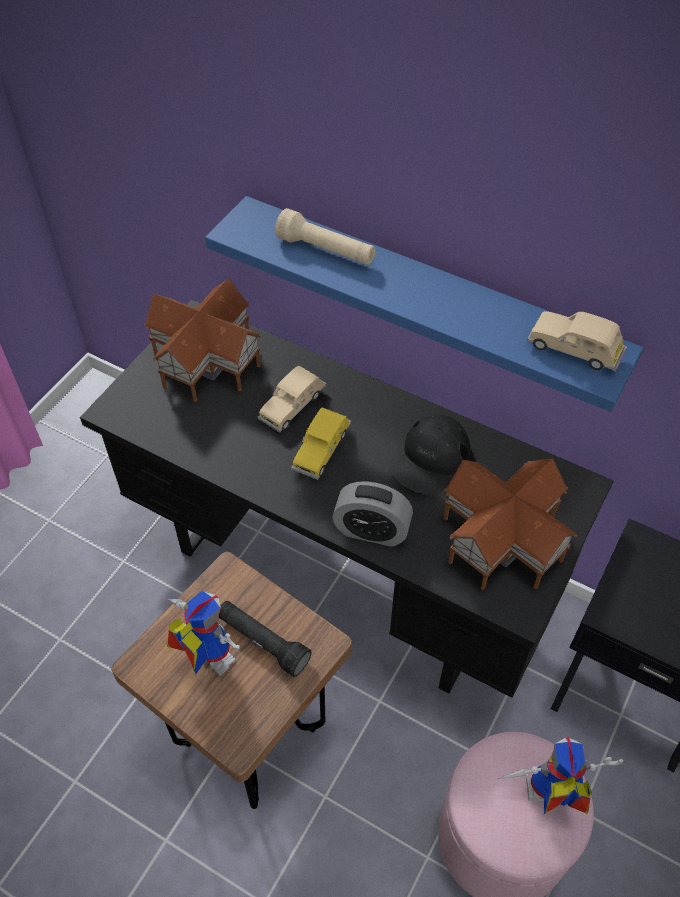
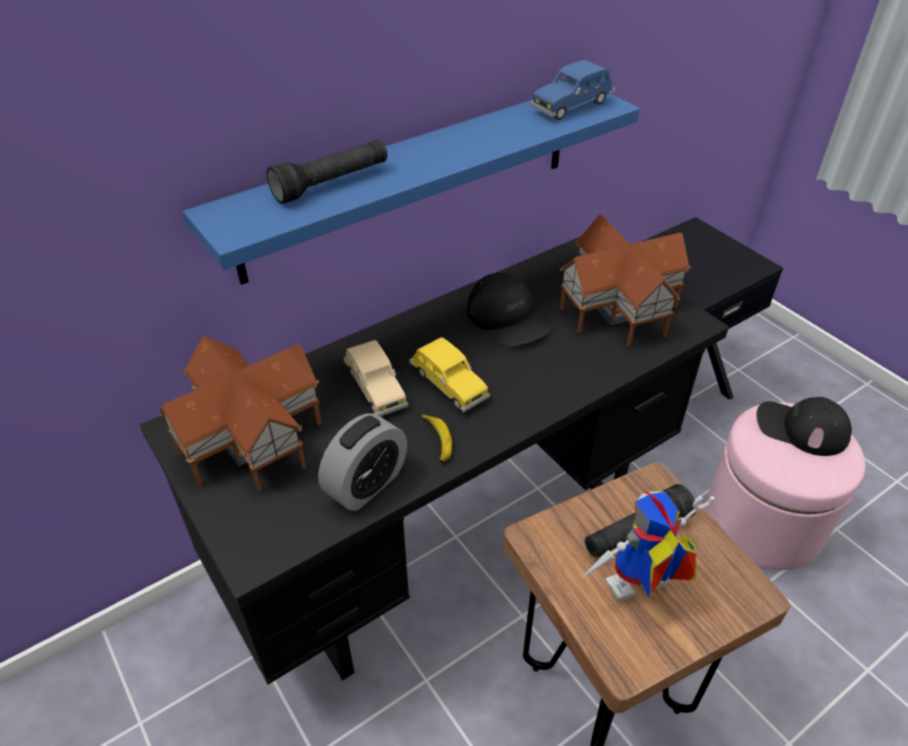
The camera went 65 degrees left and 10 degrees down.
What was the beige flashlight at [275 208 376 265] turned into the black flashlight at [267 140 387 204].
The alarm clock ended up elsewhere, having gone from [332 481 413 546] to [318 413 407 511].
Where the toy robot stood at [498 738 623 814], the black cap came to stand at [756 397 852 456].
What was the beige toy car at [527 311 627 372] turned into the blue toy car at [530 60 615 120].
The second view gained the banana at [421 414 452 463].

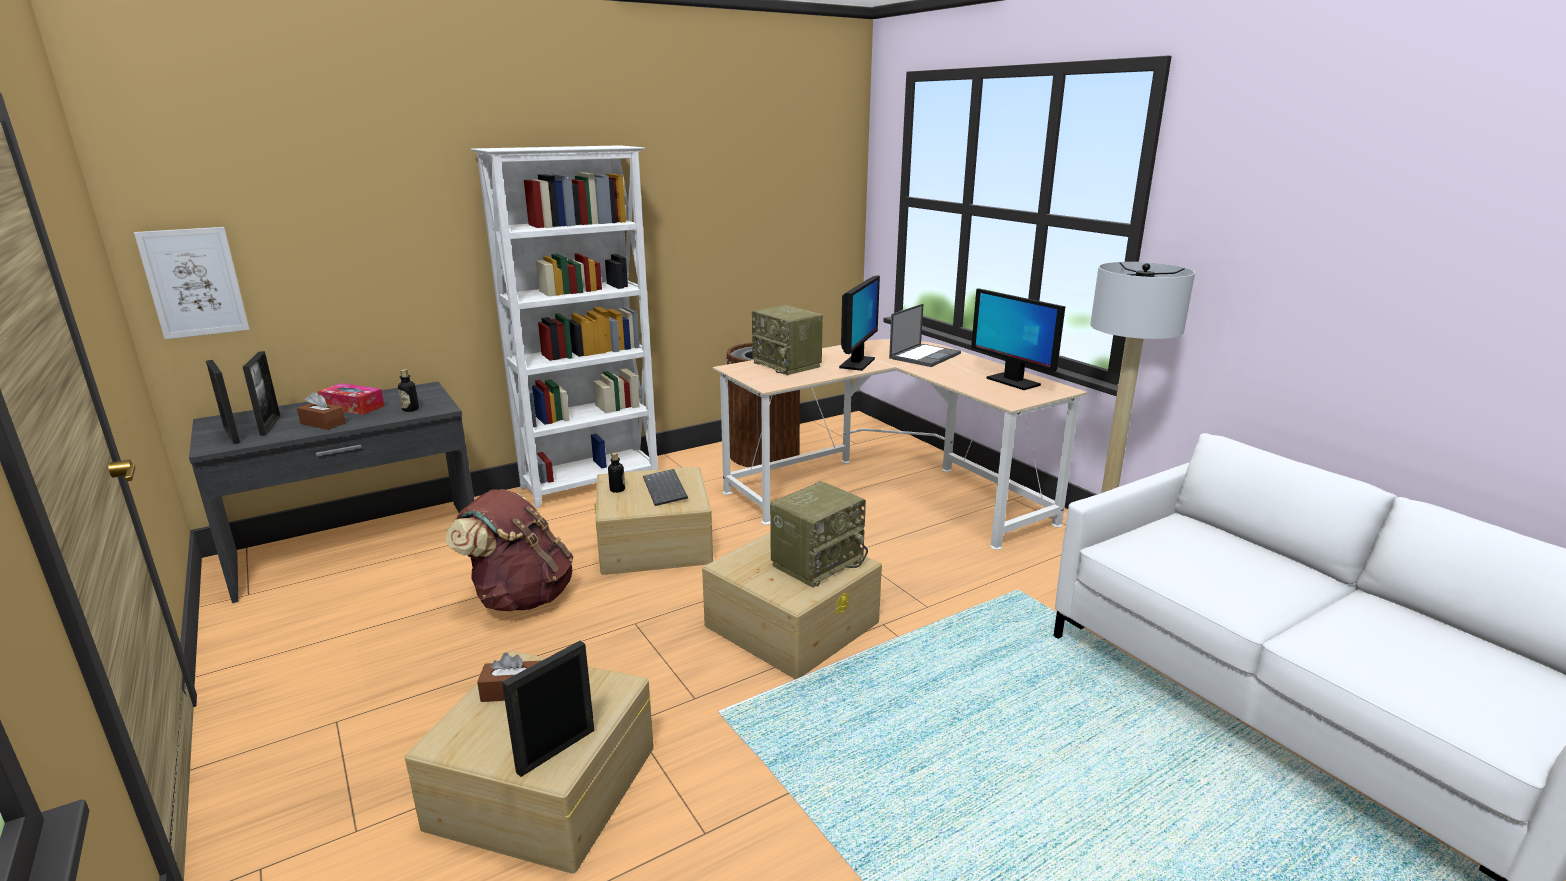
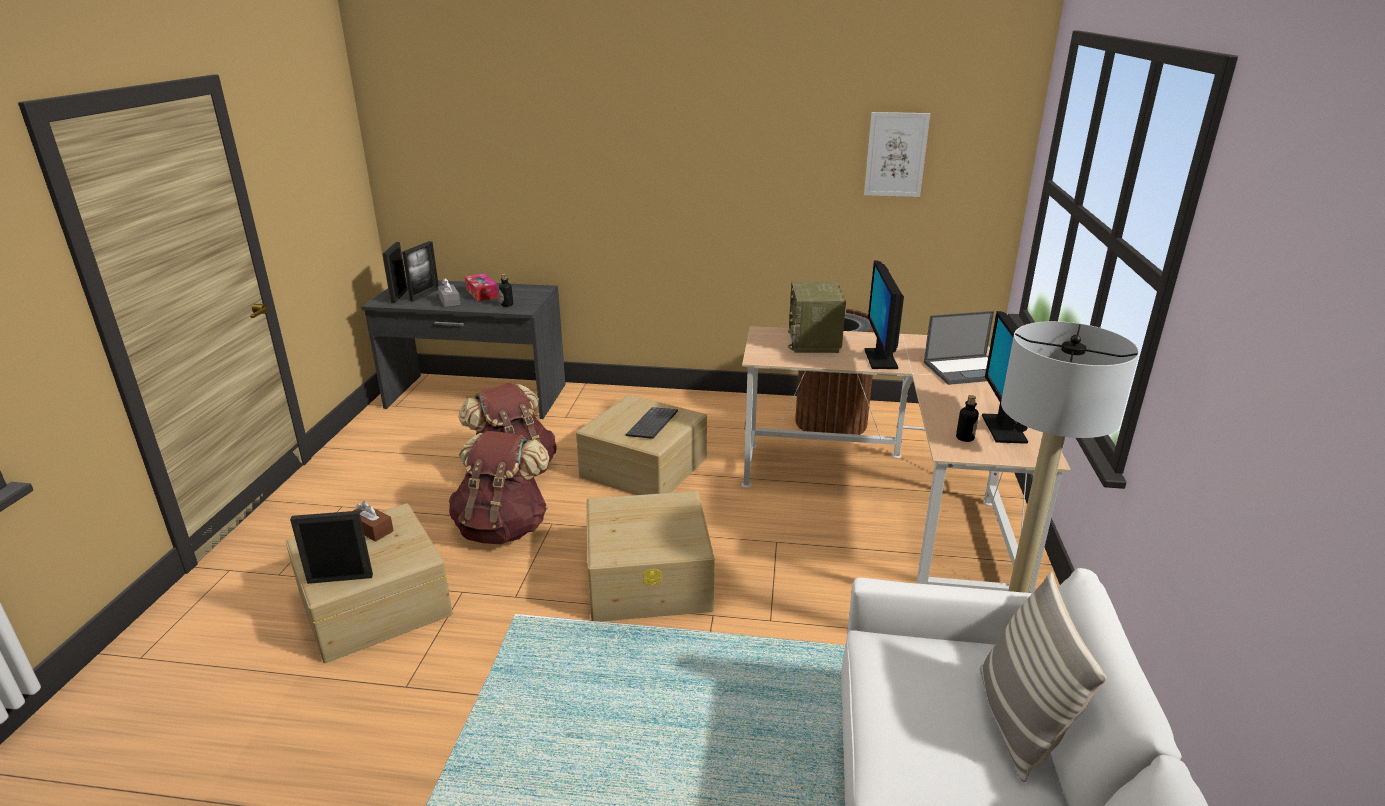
The camera went 40 degrees right and 5 degrees up.
The picture ended up elsewhere, having gone from [134 227 249 339] to [864 112 930 197].
What was the brown tissue box at [297 392 346 430] turned into the grey tissue box at [438 278 460 307].
The second view lost the white bookcase at [471 145 658 508].
The bottle ended up elsewhere, having gone from [608 452 625 493] to [956 395 979 442].
The second view lost the radio at [770 481 868 588].
The monitor at [839 275 880 371] ended up facing another way, 120 degrees clockwise from before.
The second view gained the brown backpack at [448 431 549 544].
The second view gained the pillow at [980 572 1107 782].

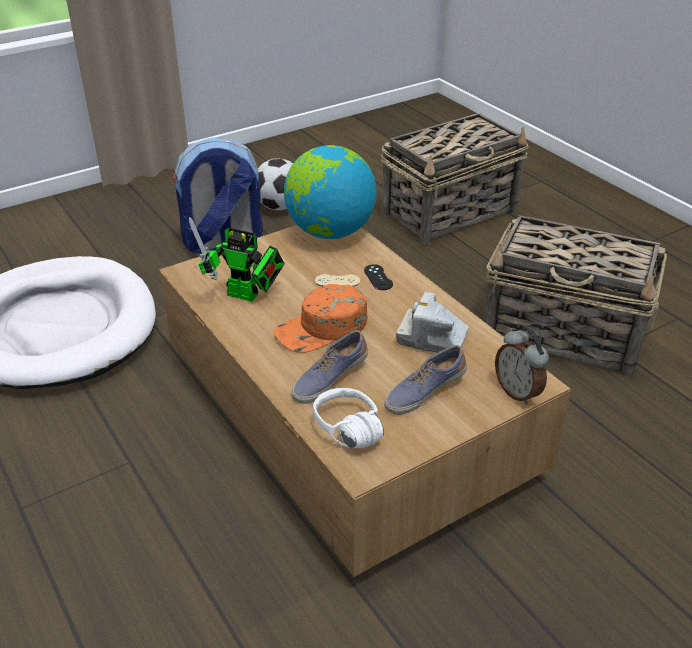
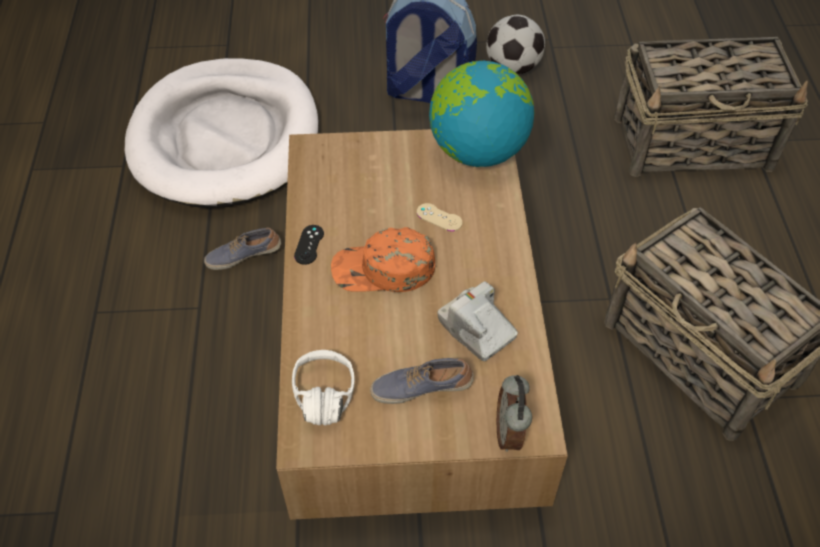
The camera went 30 degrees right and 15 degrees up.
The second view lost the toy robot at [189 217 284 302].
The shoe ended up elsewhere, having gone from [291 330 368 404] to [204 228 281 270].
The black game controller ended up elsewhere, having gone from [364 264 393 290] to [294 225 324 265].

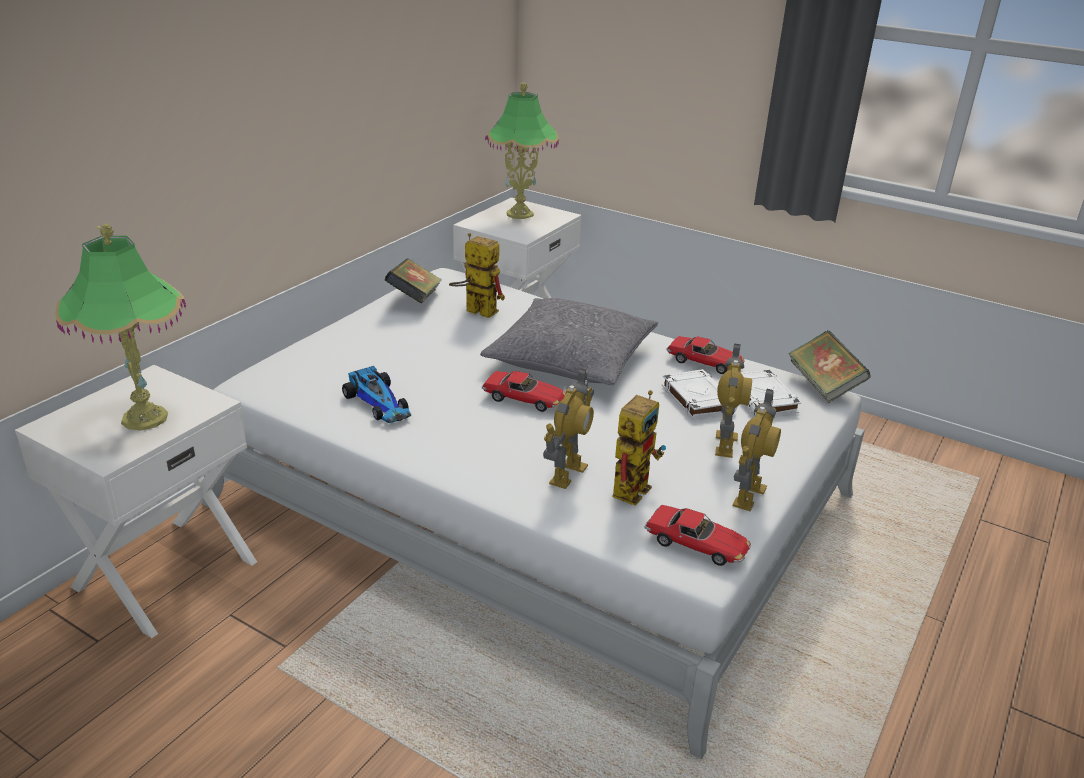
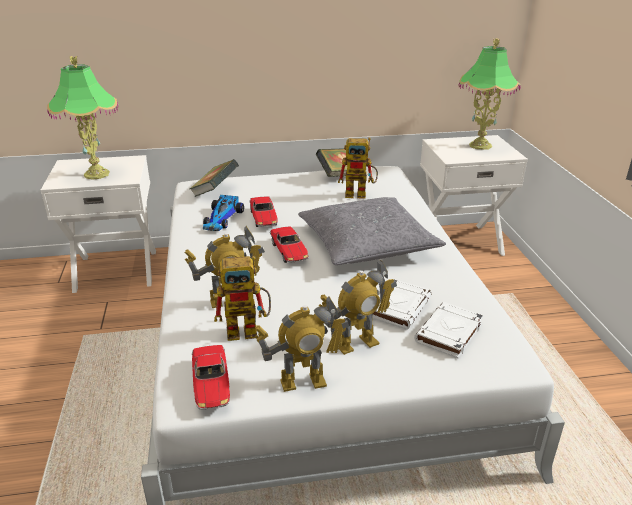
The camera went 50 degrees right and 0 degrees up.
The toy robot at [449 233 505 318] ended up facing another way, 105 degrees clockwise from before.
The toy car ended up elsewhere, having gone from [666 336 745 374] to [250 197 278 227].
The book ended up elsewhere, having gone from [788 331 871 403] to [190 159 239 197].

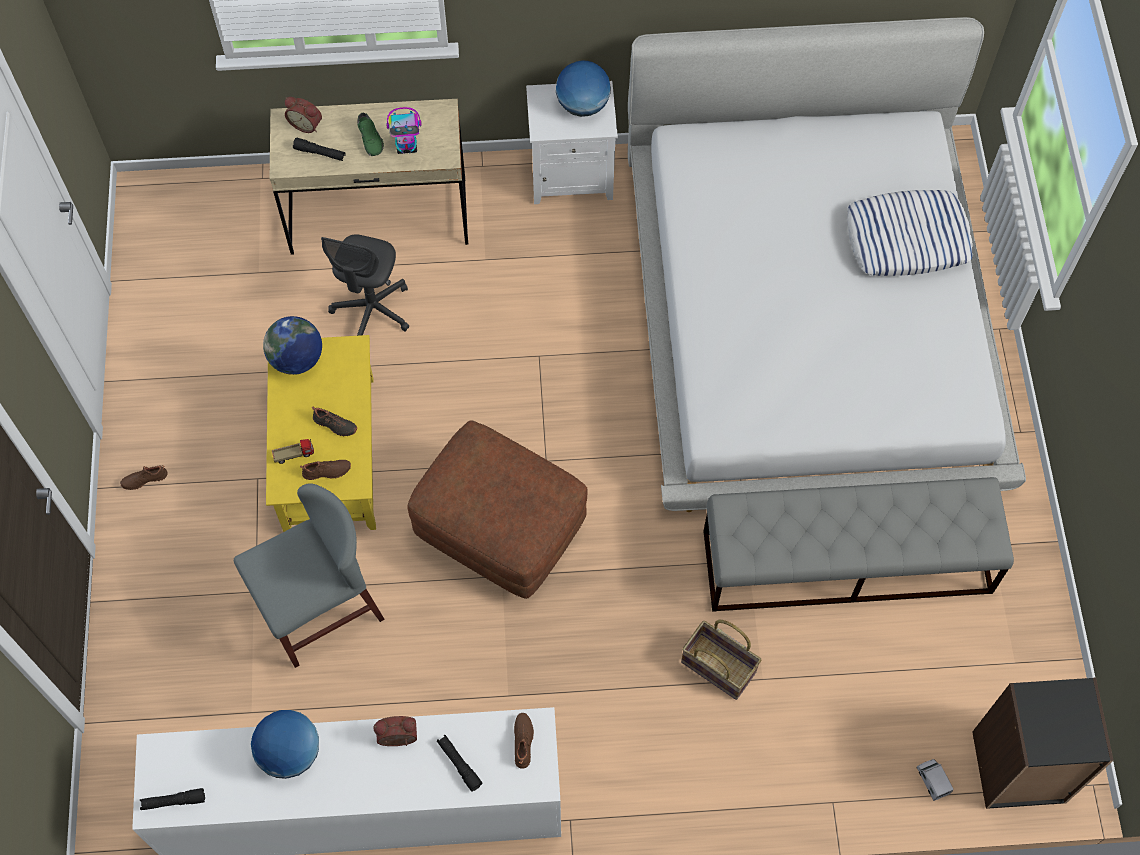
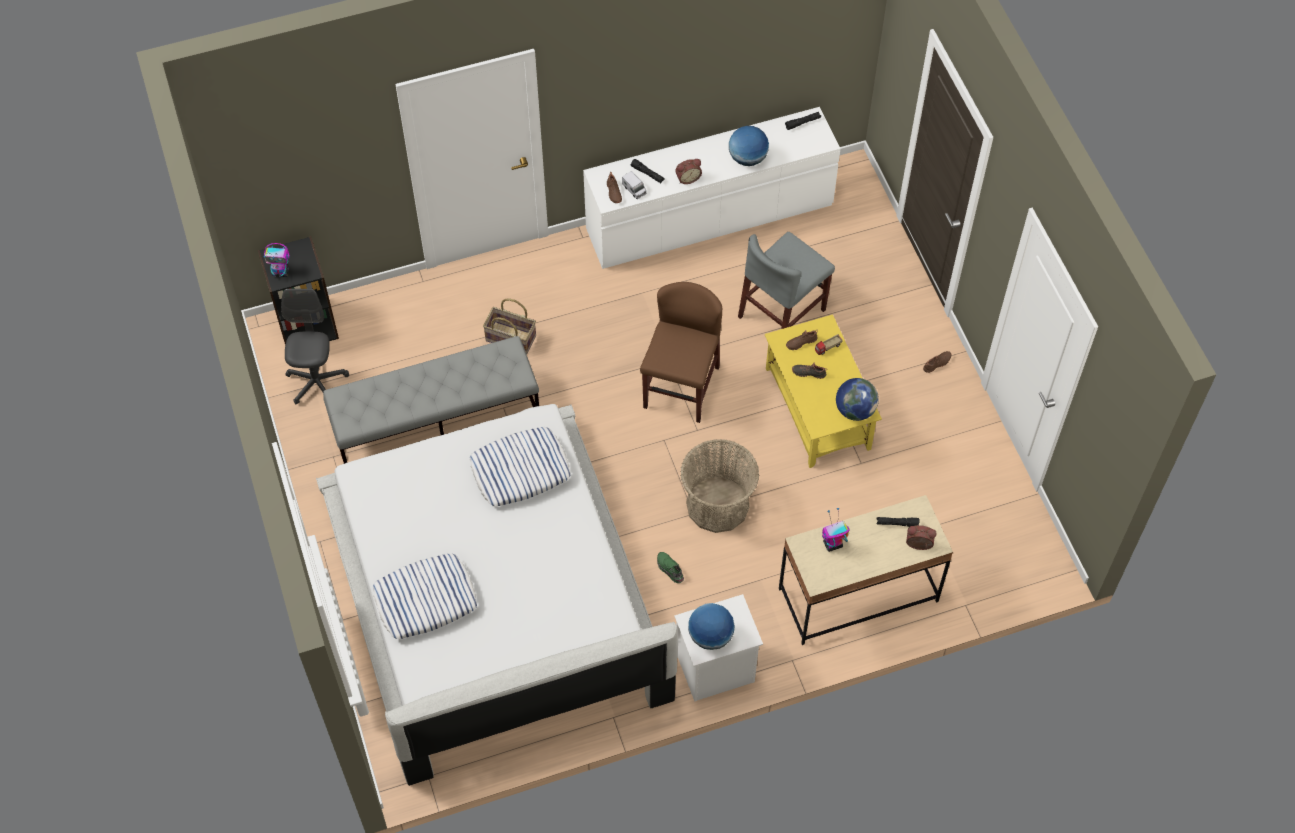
The camera went 165 degrees right and 5 degrees down.
The grey office chair ended up elsewhere, having gone from [321 234 409 336] to [281 289 349 404].
The green shoe ended up elsewhere, having gone from [358 113 384 156] to [657 552 684 583].
Where the brown ottoman stood at [407 420 587 599], the brown chair came to stand at [640 282 722 423].
The toy truck ended up elsewhere, having gone from [917 759 954 801] to [622 171 646 199].
The second view gained the toy robot at [264 243 290 277].
The second view gained the pillow at [470 427 571 506].
The second view gained the basket at [680 439 759 533].

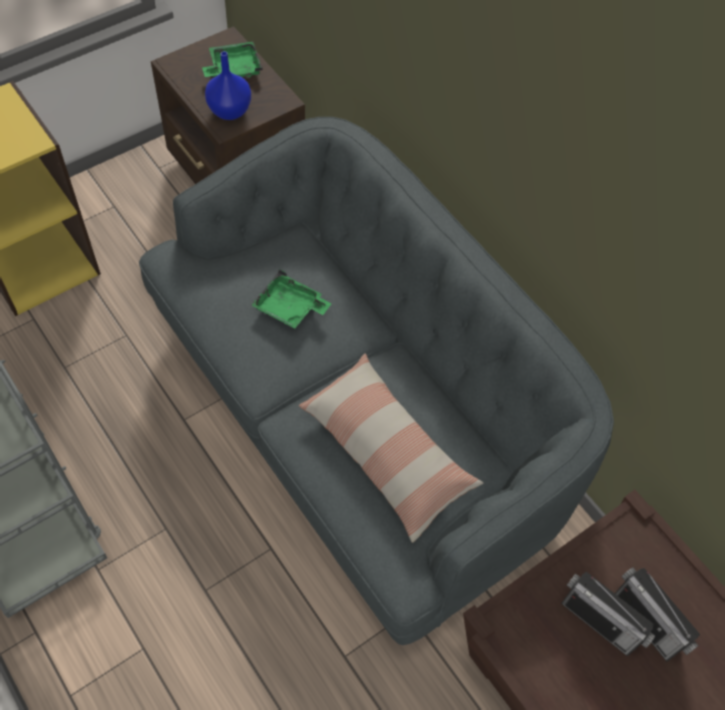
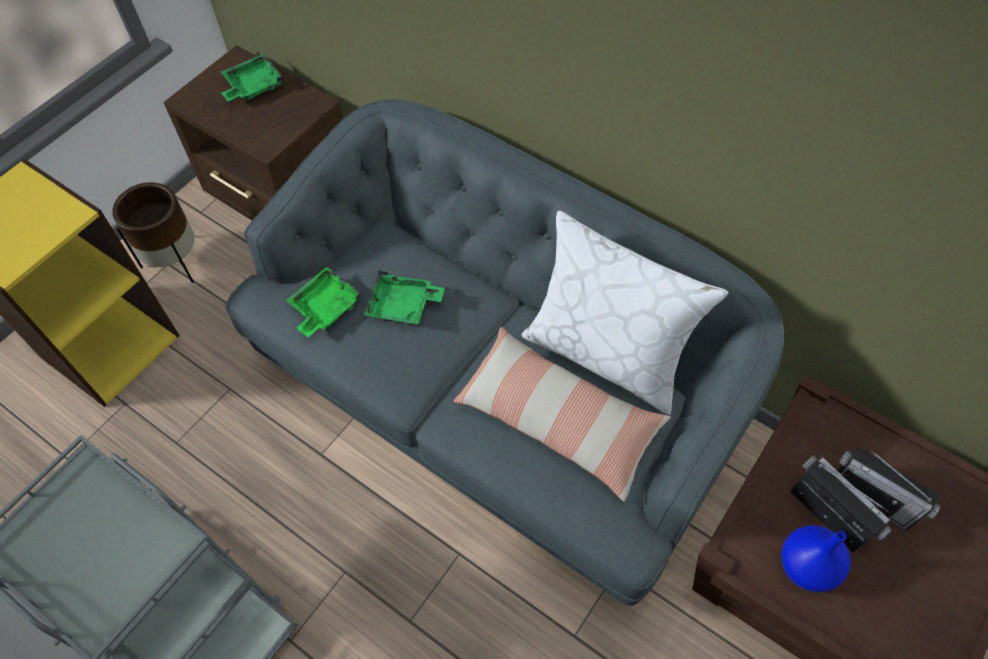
The camera went 15 degrees left and 0 degrees up.
The blue vase ended up elsewhere, having gone from [205 51 251 120] to [781 525 851 593].
The radio at [561 572 655 656] ended up facing another way, 150 degrees counterclockwise from before.
The second view gained the brown planter at [112 182 195 283].
The second view gained the green tray at [286 267 363 337].
The second view gained the white pillow at [522 210 728 415].

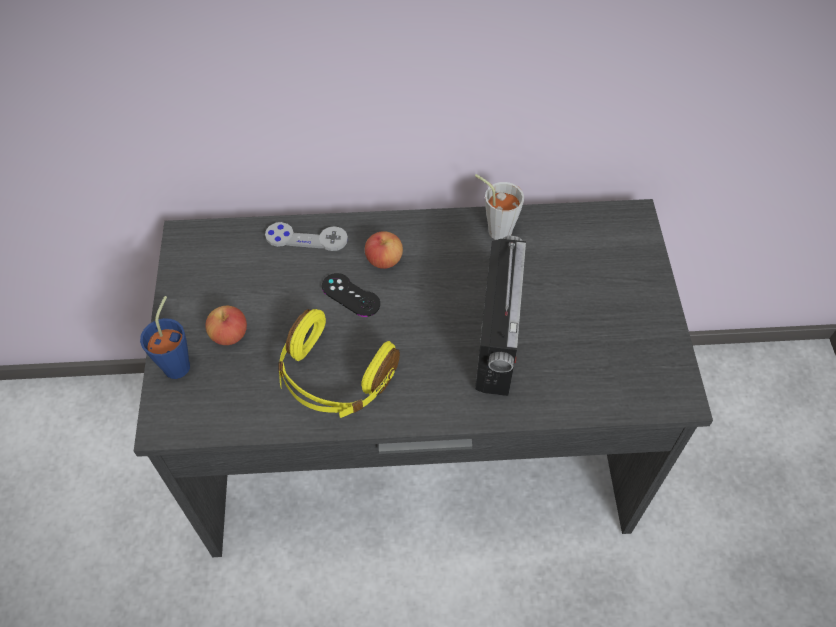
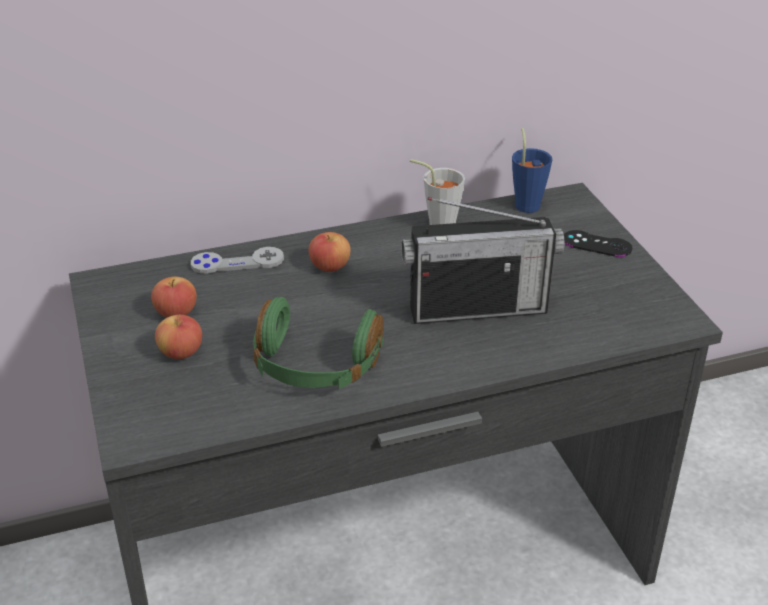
The camera went 15 degrees left and 20 degrees down.
The blue cup ended up elsewhere, having gone from [140 296 190 379] to [512 128 552 213].
What was the yellow headphones at [278 309 400 418] turned into the green headphones at [253 297 383 389].
The black game controller ended up elsewhere, having gone from [322 273 380 317] to [564 230 632 257].
The radio at [475 236 526 396] ended up facing another way, 90 degrees clockwise from before.
The second view gained the apple at [151 277 197 317].

